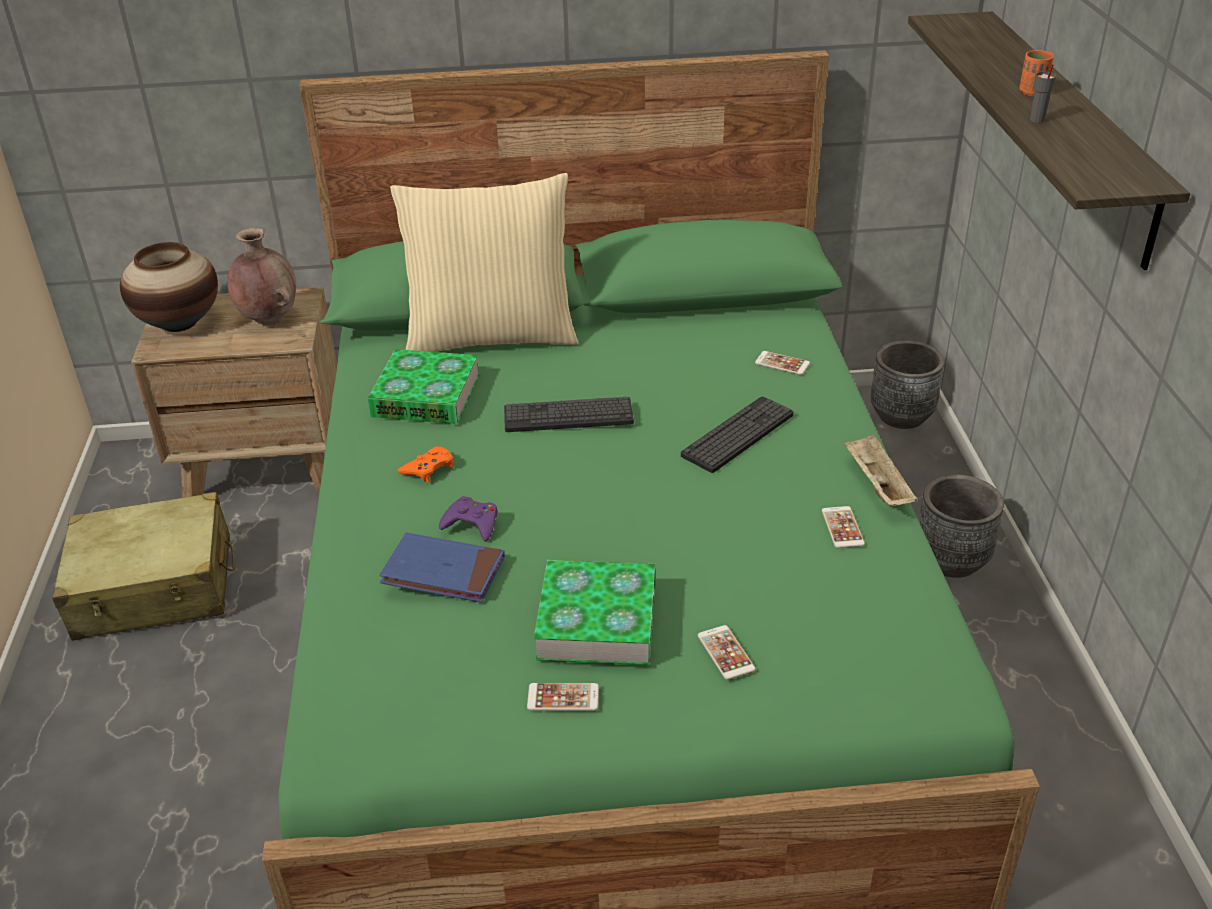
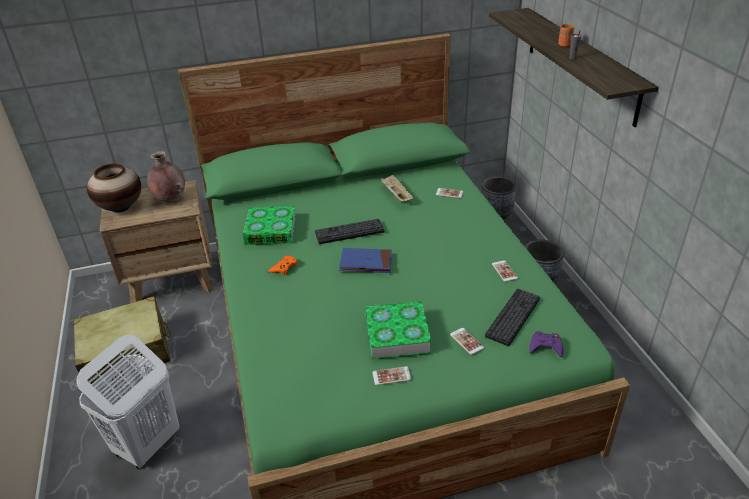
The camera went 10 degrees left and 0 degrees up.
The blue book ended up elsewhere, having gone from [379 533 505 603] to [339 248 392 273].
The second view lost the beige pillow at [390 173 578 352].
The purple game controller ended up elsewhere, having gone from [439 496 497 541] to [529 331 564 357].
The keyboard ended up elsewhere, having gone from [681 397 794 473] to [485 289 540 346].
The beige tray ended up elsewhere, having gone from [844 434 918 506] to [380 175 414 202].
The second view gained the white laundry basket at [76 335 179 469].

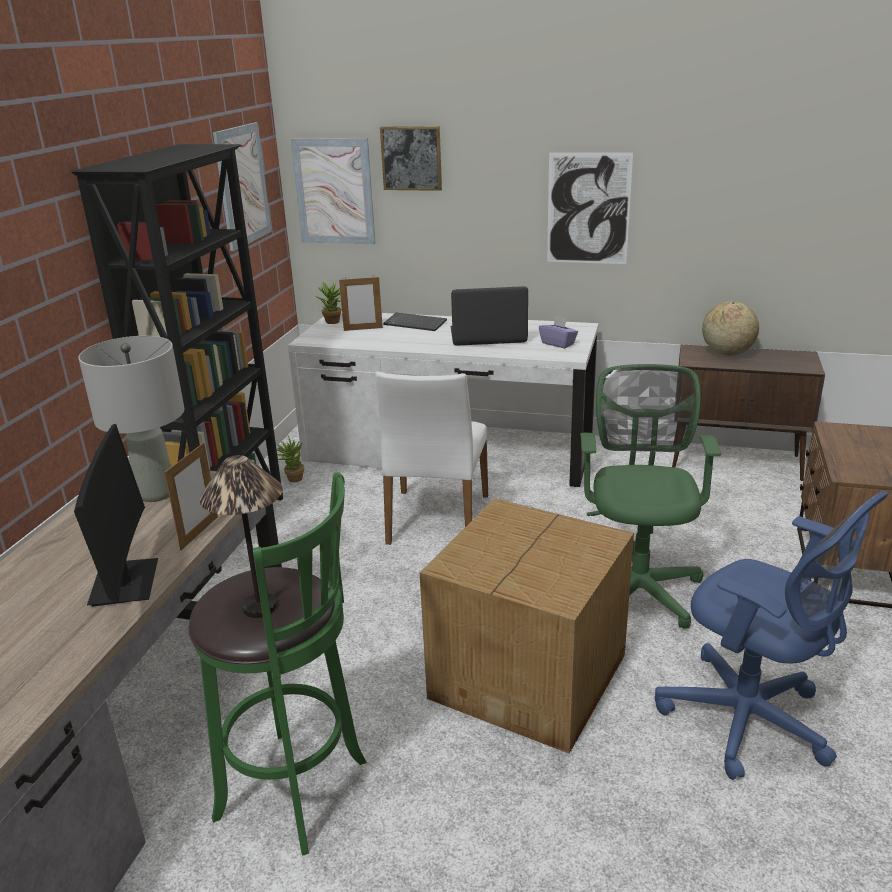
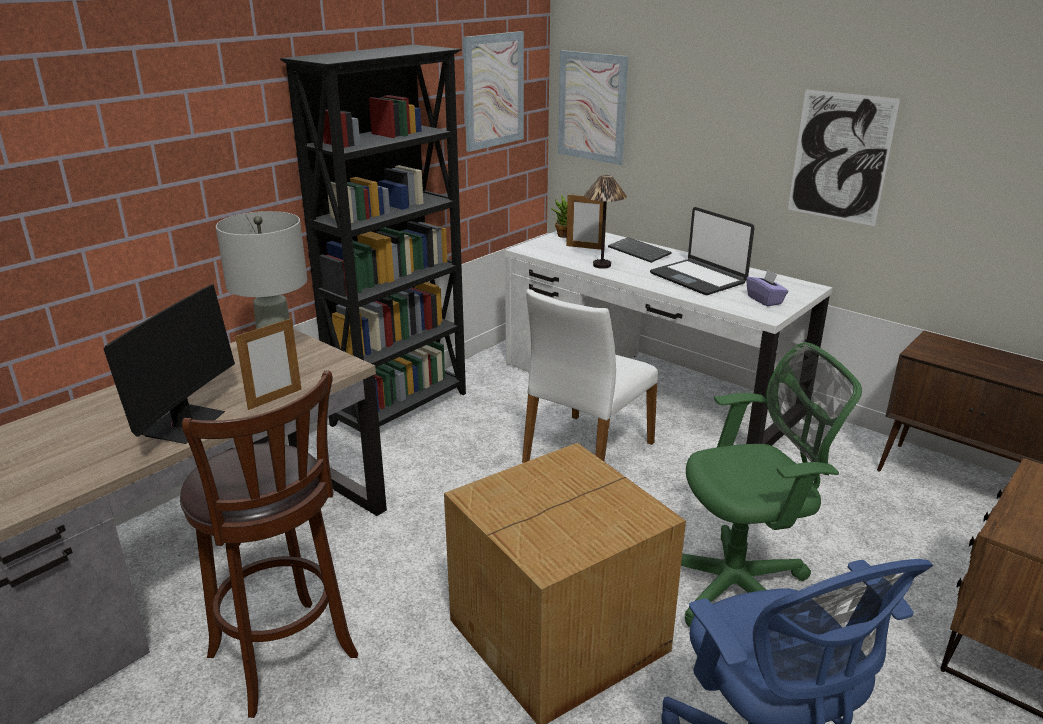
The camera went 25 degrees right and 0 degrees up.
What was the green stool at [189 472 367 856] turned into the brown stool at [180 370 358 718].
The table lamp ended up elsewhere, having gone from [199 455 283 618] to [584 175 627 269].
The second view lost the potted plant at [276 436 304 482].
The second view lost the picture at [380 126 442 191].
The laptop at [451 286 528 346] ended up facing another way, 150 degrees counterclockwise from before.
The green office chair at [580 364 721 628] ended up facing another way, 45 degrees clockwise from before.
The second view lost the globe at [702 301 759 356].

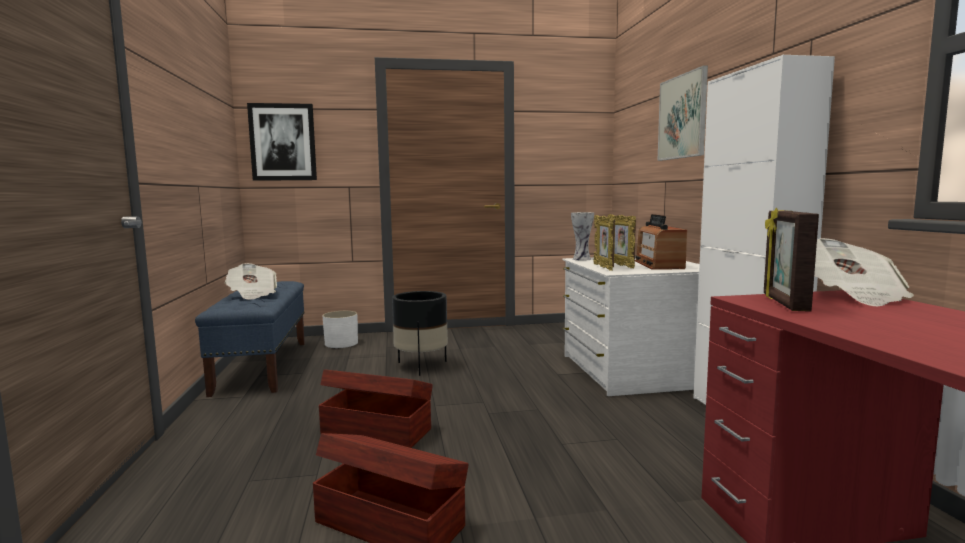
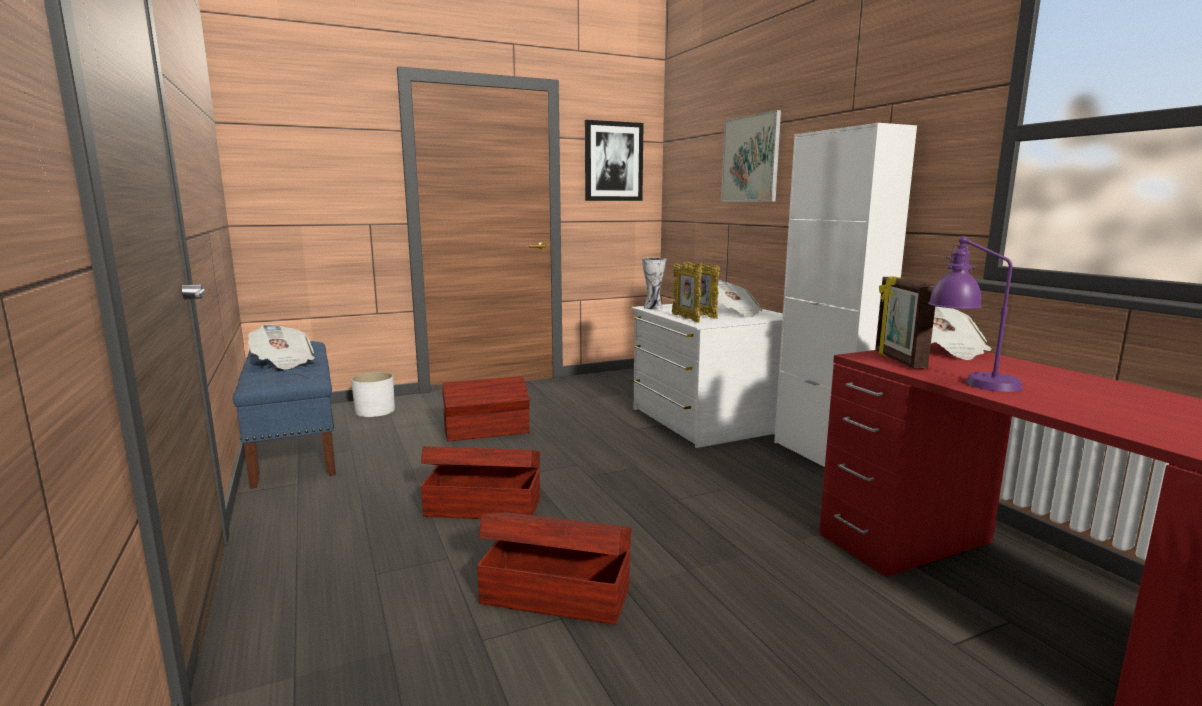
The camera went 15 degrees left and 5 degrees up.
The picture ended up elsewhere, having gone from [247 103 317 181] to [585 120 644 201].
Where the black planter stood at [392 291 448 376], the brown storage box came to stand at [442 376 530 441].
Where the radio stood at [635 214 687 270], the newspaper came to stand at [717 280 762 317].
The second view gained the purple table lamp at [928 236 1023 392].

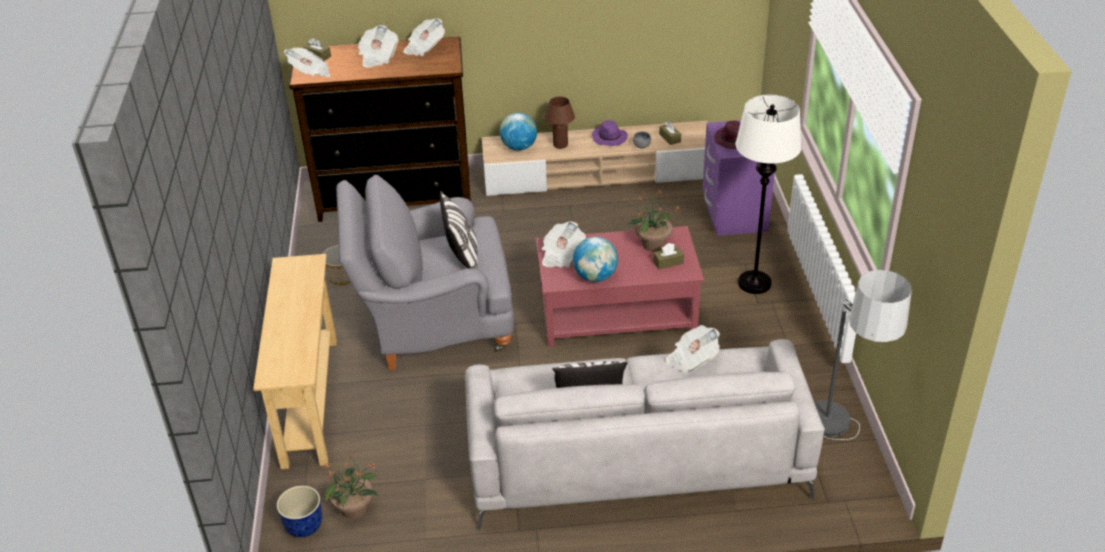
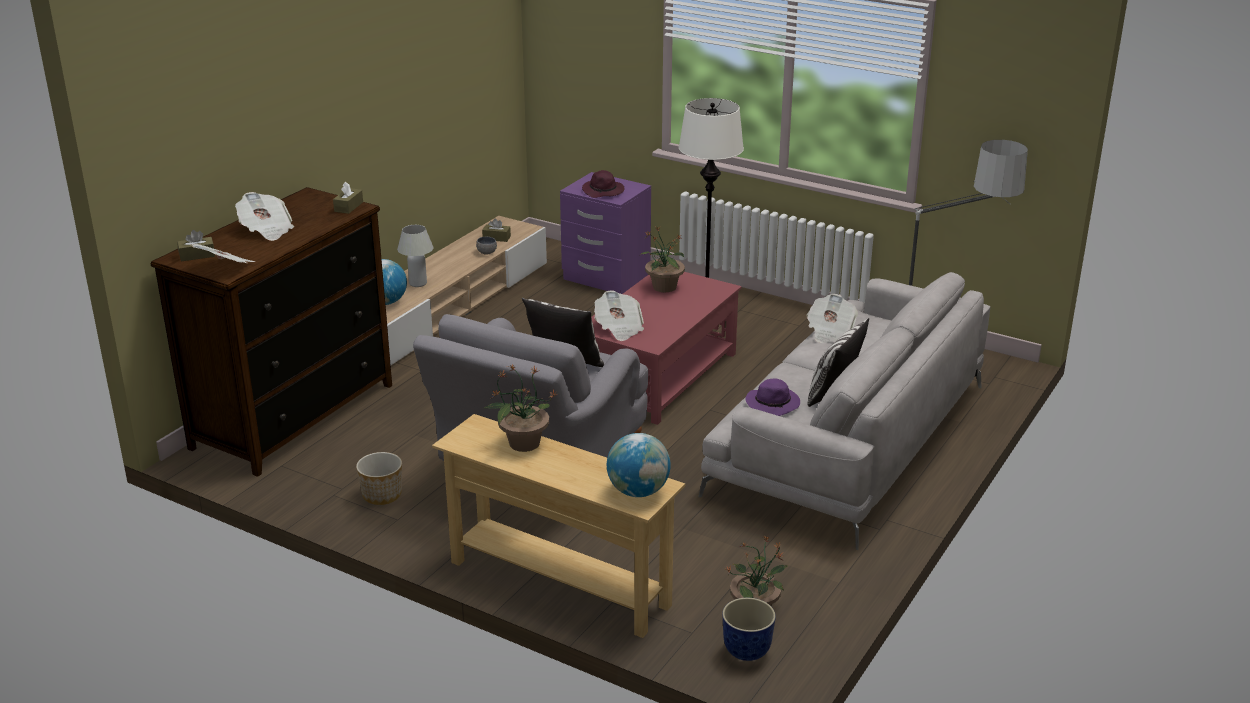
The camera went 55 degrees left and 10 degrees down.
The second view lost the newspaper at [403 18 445 56].
What was the brown table lamp at [545 97 575 149] turned into the white table lamp at [397 225 433 287].
The globe ended up elsewhere, having gone from [573 237 618 282] to [607 433 671 497].
The purple hat ended up elsewhere, having gone from [592 120 628 146] to [745 378 800 416].
The brown tissue box ended up elsewhere, having gone from [653 243 684 269] to [333 182 363 214].
The second view gained the potted plant at [483 364 559 452].

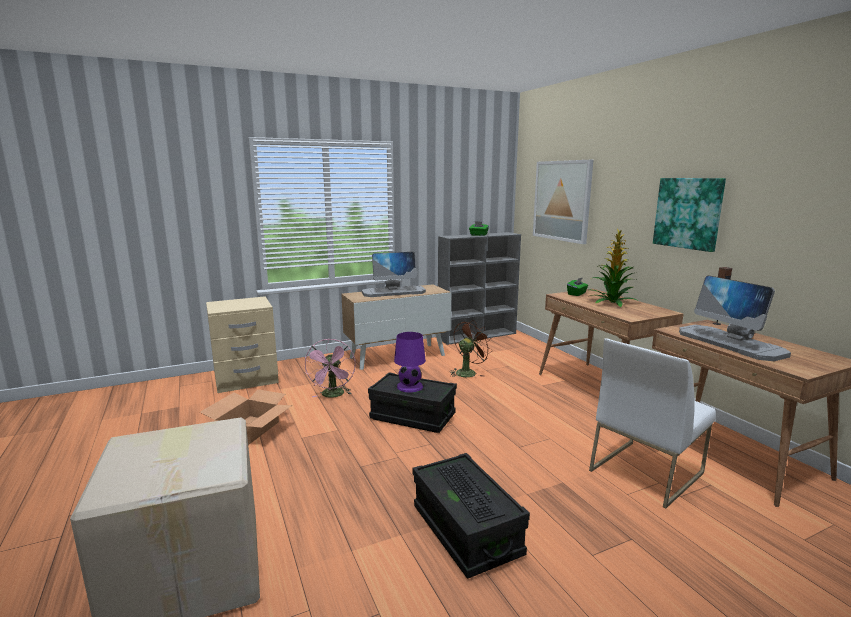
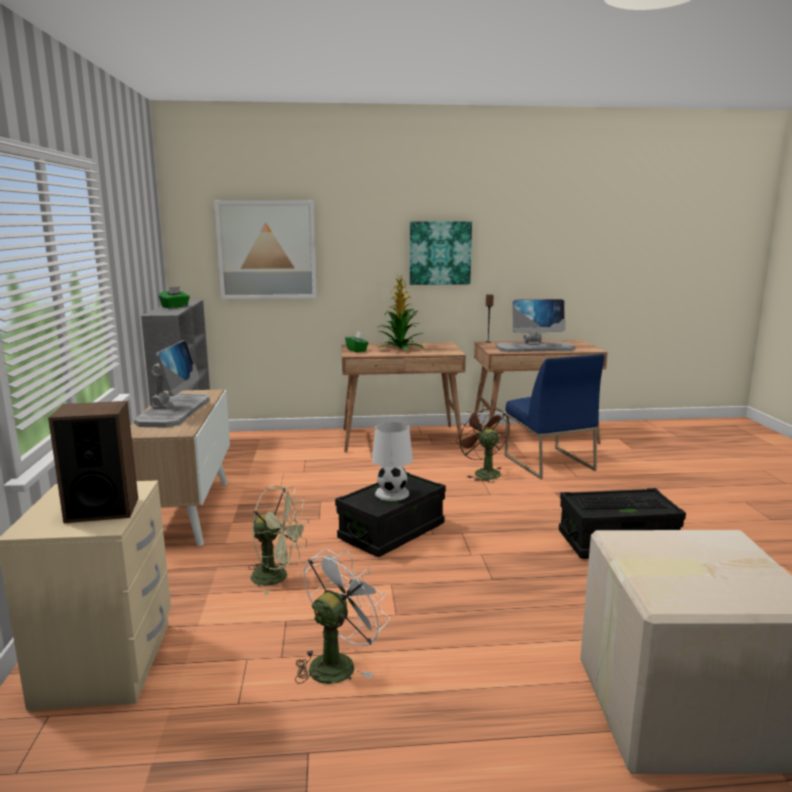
The camera went 70 degrees left and 0 degrees up.
Where the cardboard box stood at [200 389 292 445], the white fan came to stand at [295 549 390 684].
What was the pink fan at [305 339 356 398] turned into the green fan at [248 486 309 595].
What was the purple table lamp at [394 332 426 392] turned into the white table lamp at [372 422 413 501].
The brown fan ended up elsewhere, having gone from [450 320 493 377] to [456 405 510 483].
What was the white chair at [589 338 716 509] turned into the blue chair at [505 354 605 479].
The second view gained the speaker at [48 401 138 523].

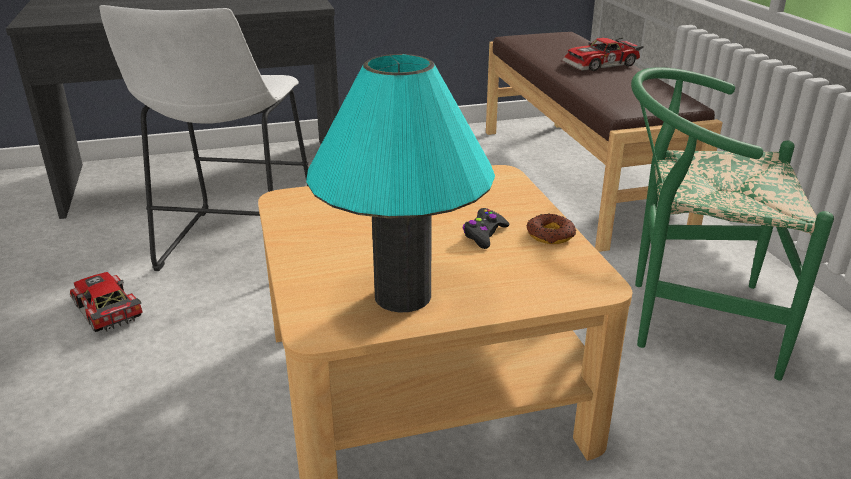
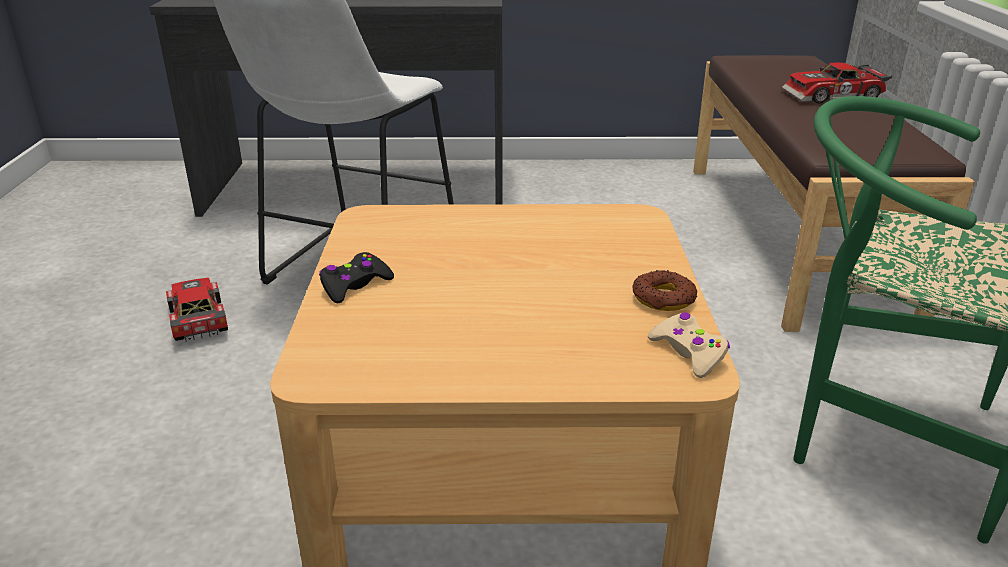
The camera went 15 degrees right and 0 degrees up.
The second view lost the turquoise table lamp at [306 54 495 313].
The black game controller ended up elsewhere, having gone from [462 208 510 249] to [319 252 394 303].
The second view gained the beige game controller at [648 313 730 378].

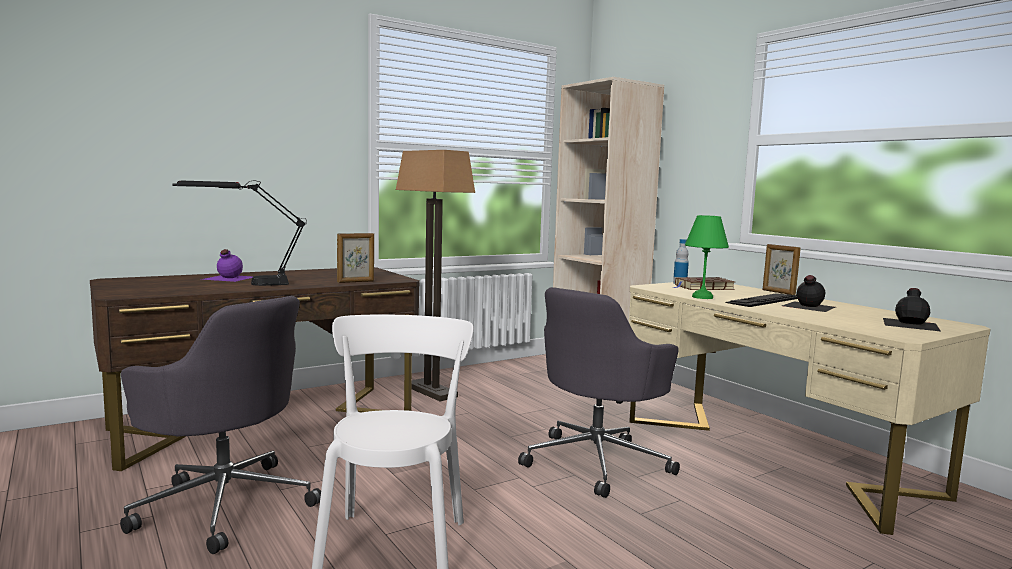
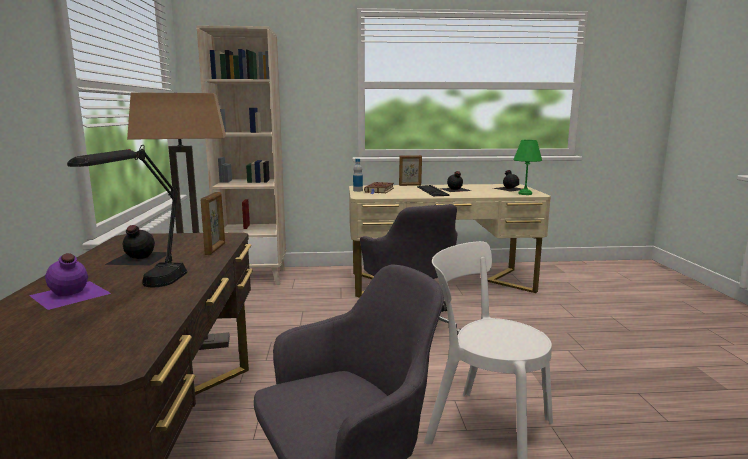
The camera went 60 degrees left and 5 degrees up.
The green table lamp ended up elsewhere, having gone from [685 215 729 299] to [513 140 542 195].
The second view gained the black bottle at [105 225 167 265].

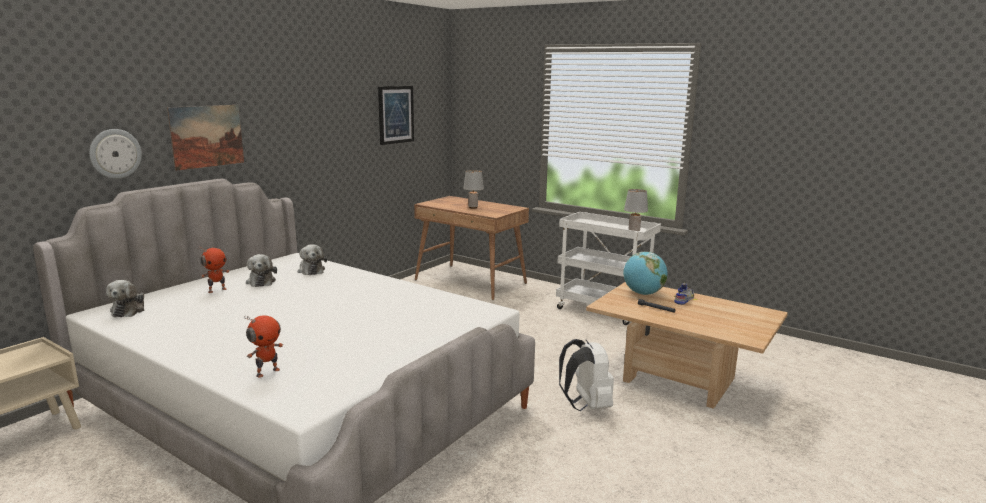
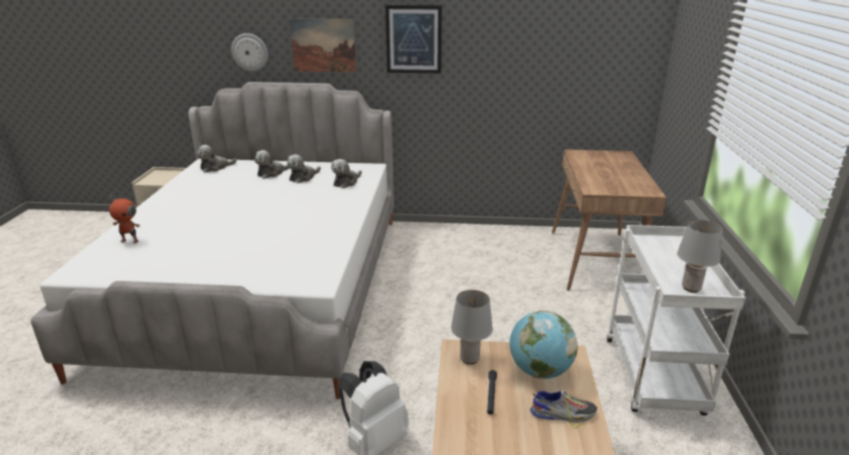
The camera went 60 degrees right and 10 degrees up.
Where the toy robot stood at [199 246 229 293], the plush toy came to stand at [254 150 289 179].
The picture ended up elsewhere, having gone from [378 86 414 145] to [385 5 442 74].
The grey table lamp ended up elsewhere, having gone from [463 170 484 208] to [451 290 493 365].

